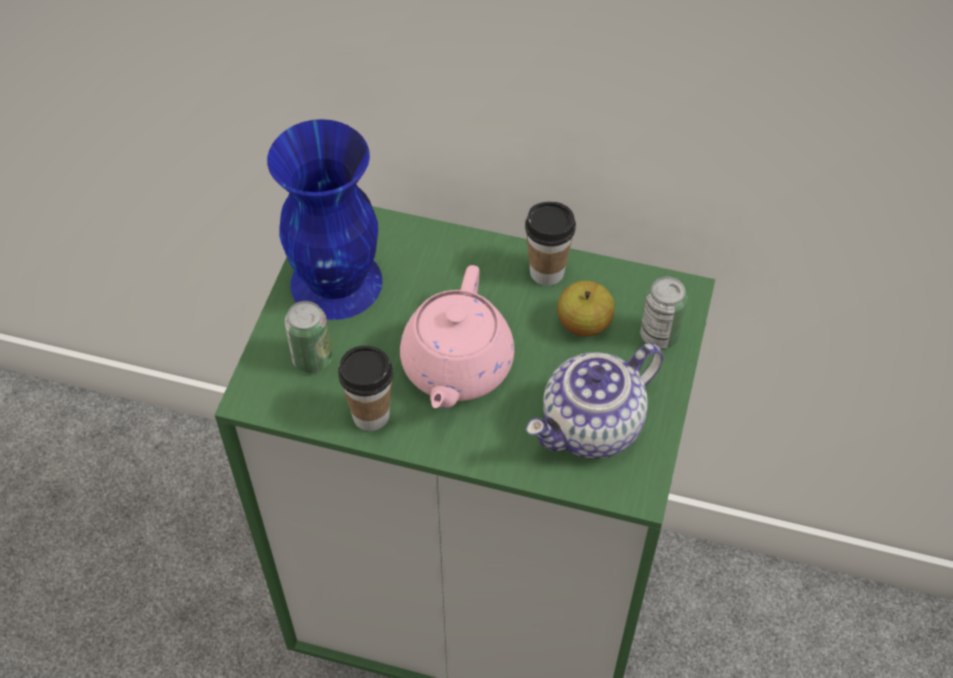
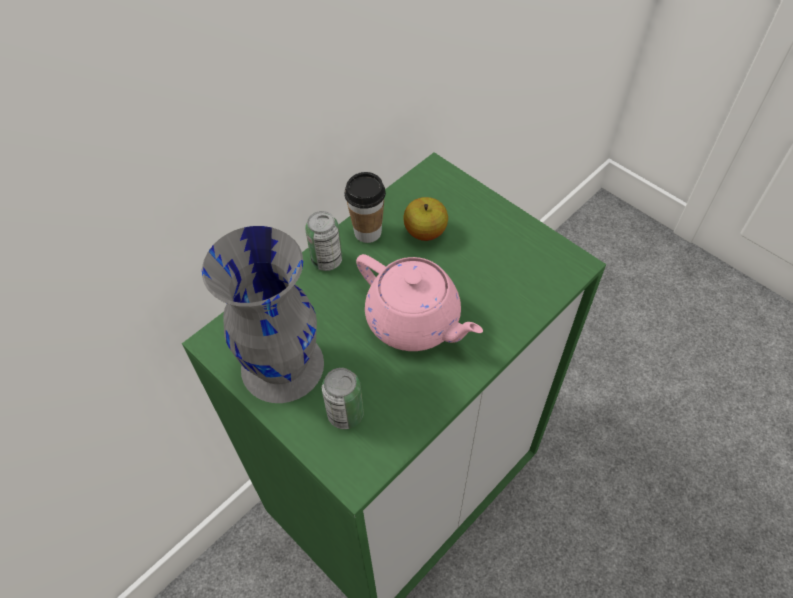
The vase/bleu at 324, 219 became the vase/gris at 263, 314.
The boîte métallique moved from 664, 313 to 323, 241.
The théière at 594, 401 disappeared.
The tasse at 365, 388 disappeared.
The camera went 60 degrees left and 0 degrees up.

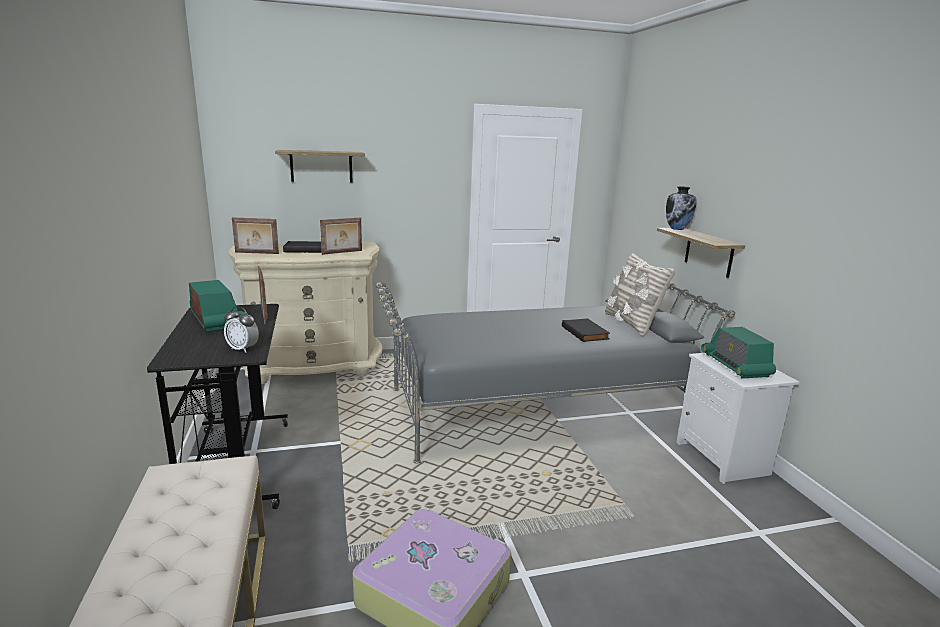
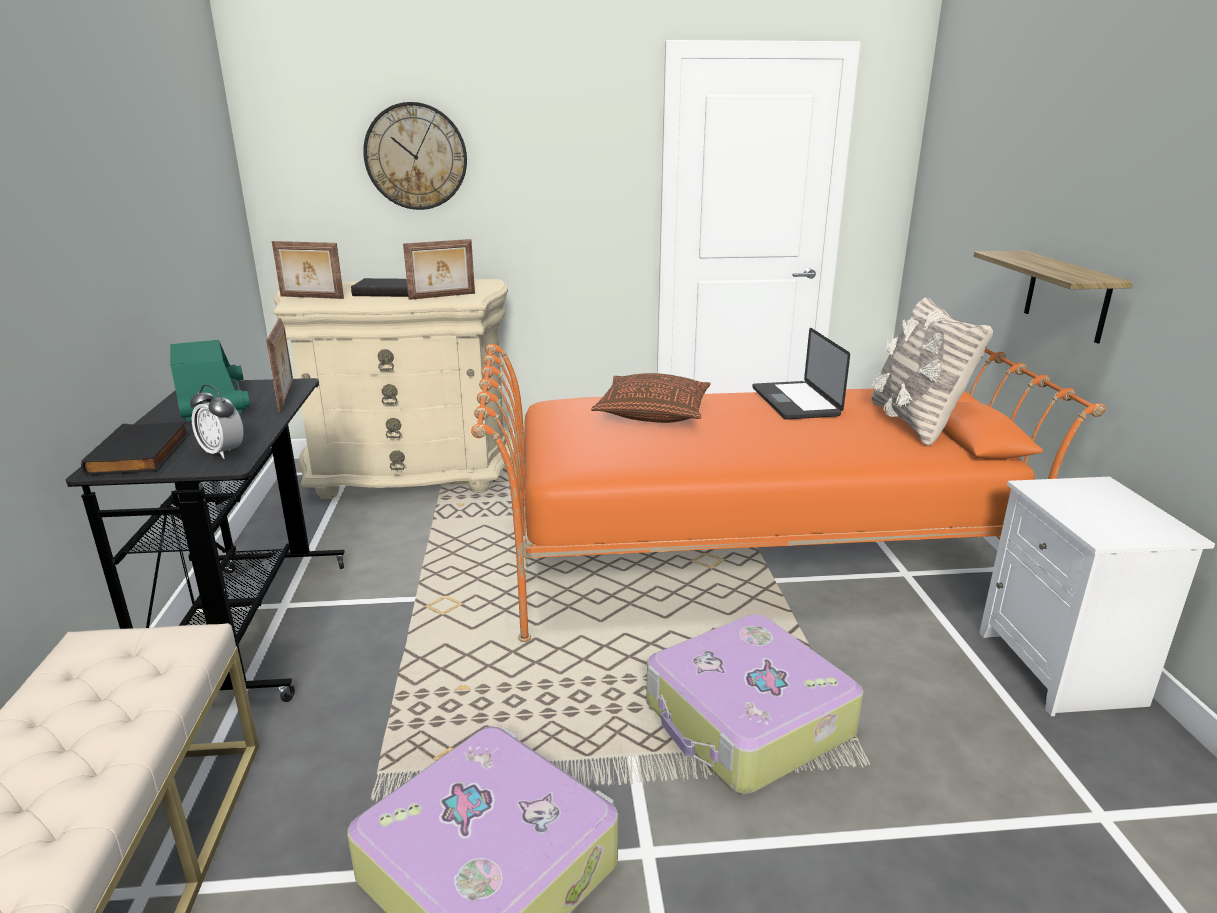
The étagère at 320, 166 was replaced by the horloge murale at 415, 156.
The vase at 681, 208 disappeared.
The lit/gris at 555, 373 became the lit/orange at 788, 493.
The livre/noir moved from 586, 330 to 135, 448.
The radio at 738, 352 disappeared.
The ordinateur portable at 801, 374 appeared.
The coussin/marron at 651, 398 appeared.
The valise at 755, 704 appeared.
The camera went 10 degrees right and 5 degrees up.

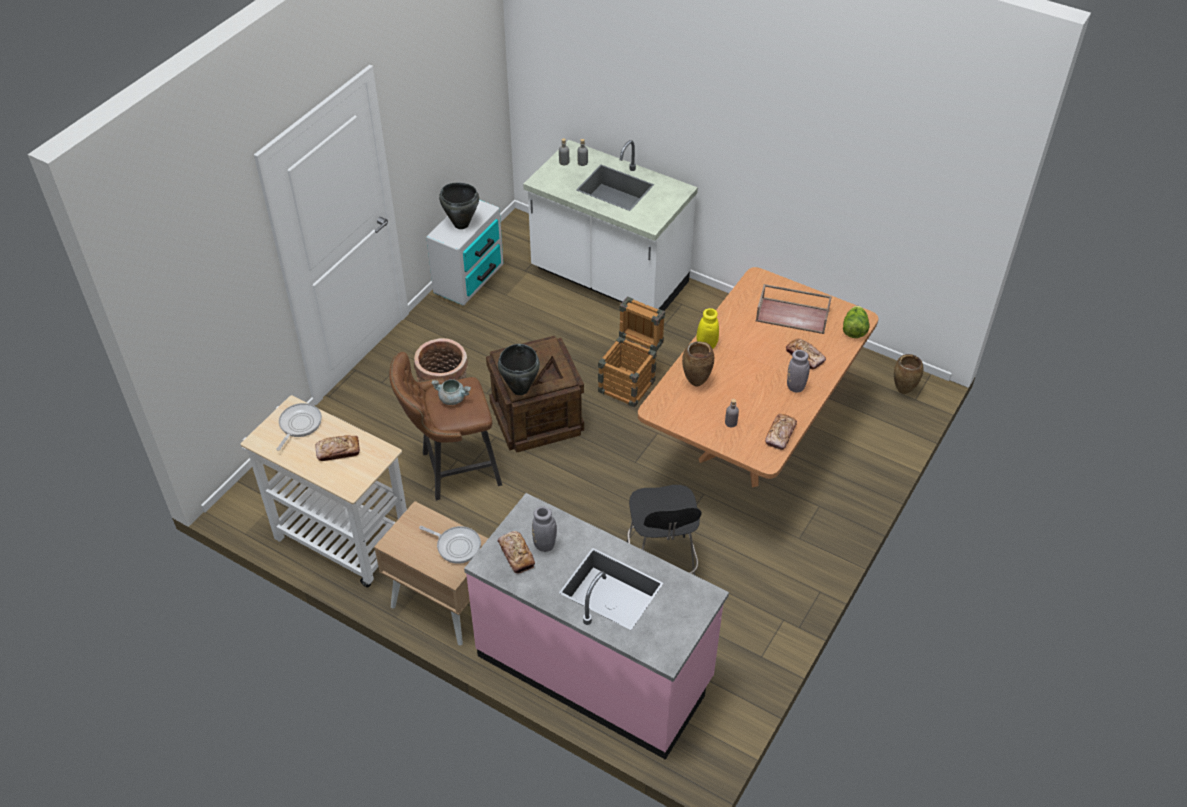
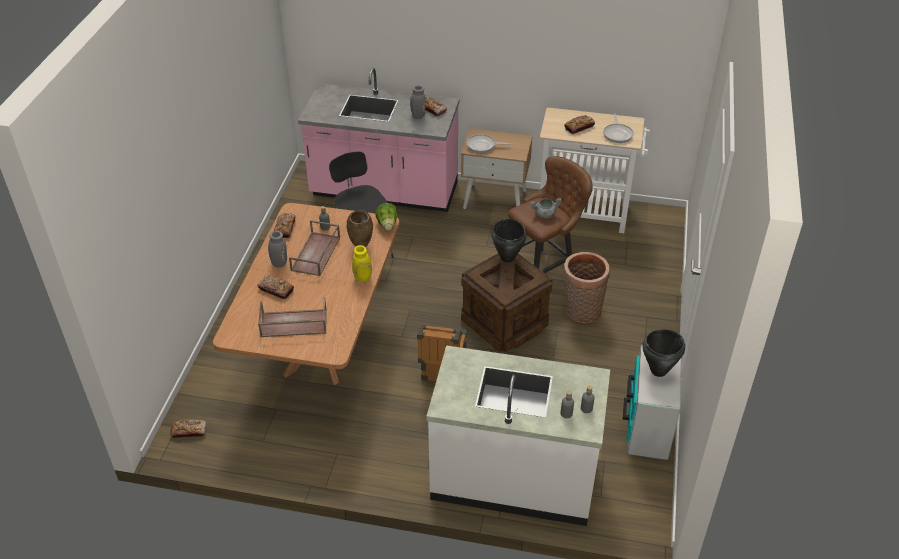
The laitue moved from 856, 322 to 386, 216.
The vase/marron at 909, 374 was replaced by the pain at 188, 428.
The plateau/marron at 314, 248 appeared.
The camera went 160 degrees right and 5 degrees down.

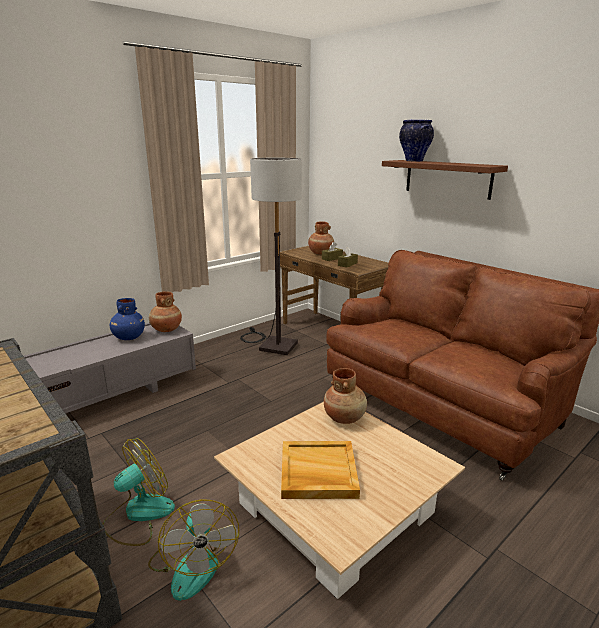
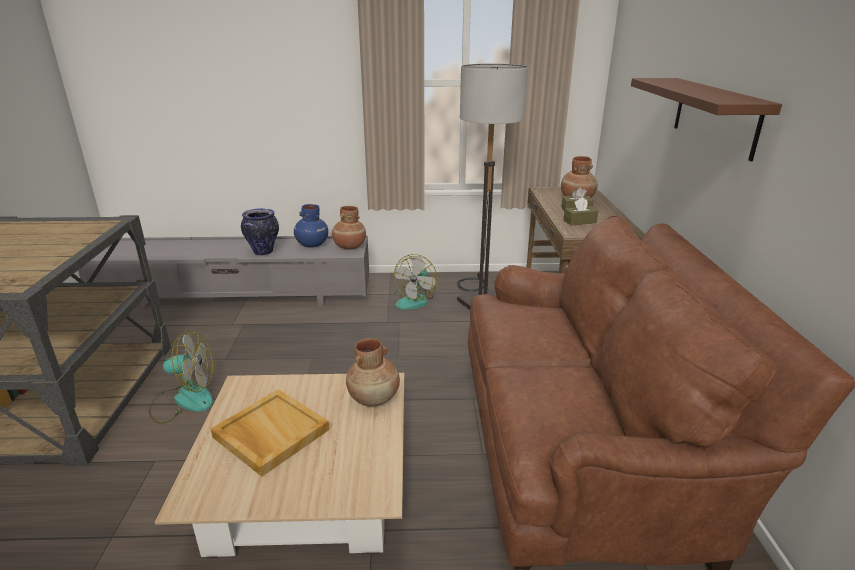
The vase moved from 416, 141 to 260, 231.
The ventilateur moved from 193, 550 to 416, 281.
The camera went 40 degrees right and 5 degrees up.

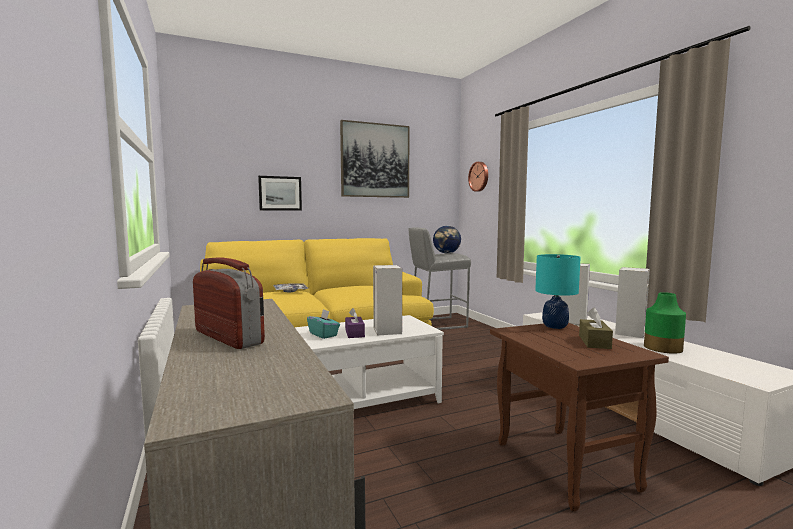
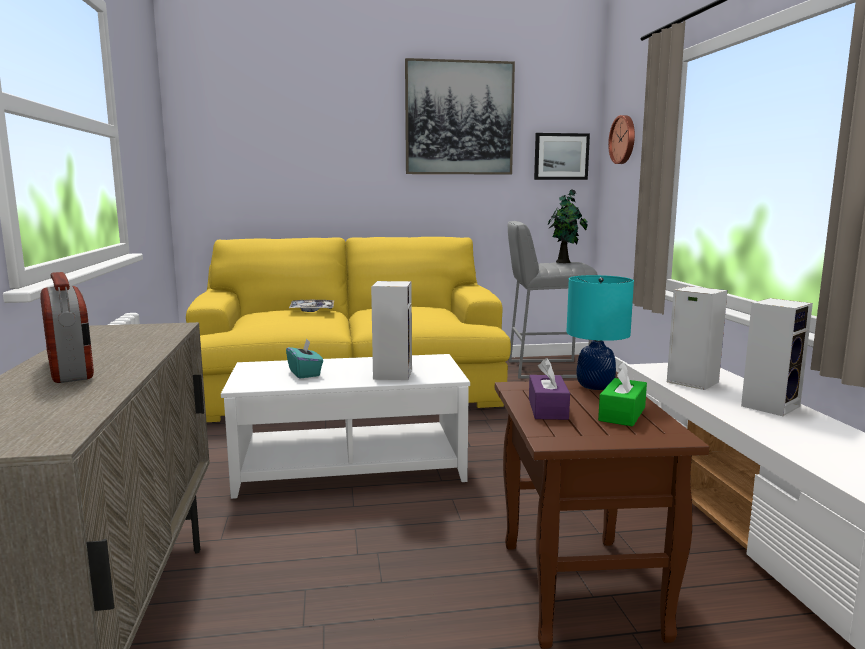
The tableau moved from 280, 193 to 562, 156.
The globe at 447, 240 was replaced by the plante en pot at 567, 226.
The vase/vert at 665, 323 disappeared.
The boîte à mouchoirs/violet moved from 355, 323 to 549, 389.
The boîte à mouchoirs/marron at 596, 328 became the boîte à mouchoirs/vert at 622, 394.
The camera went 15 degrees right and 5 degrees up.

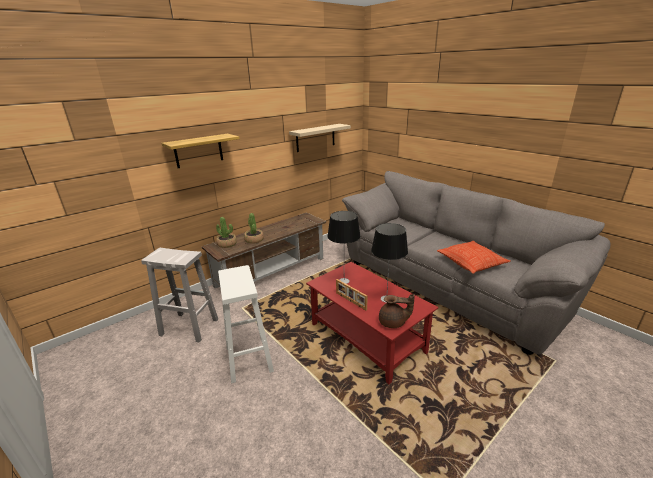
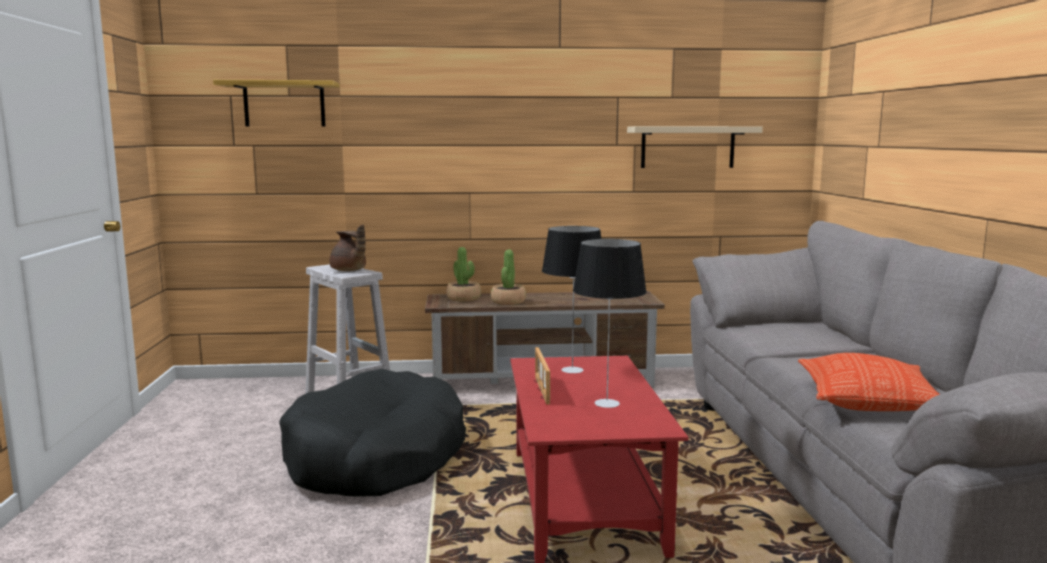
The étagère moved from 200, 151 to 276, 103.
The tabouret/blanc at 246, 324 was replaced by the panier pour chien/noir at 372, 433.
The théière/marron moved from 397, 311 to 348, 248.
The camera went 35 degrees right and 15 degrees down.

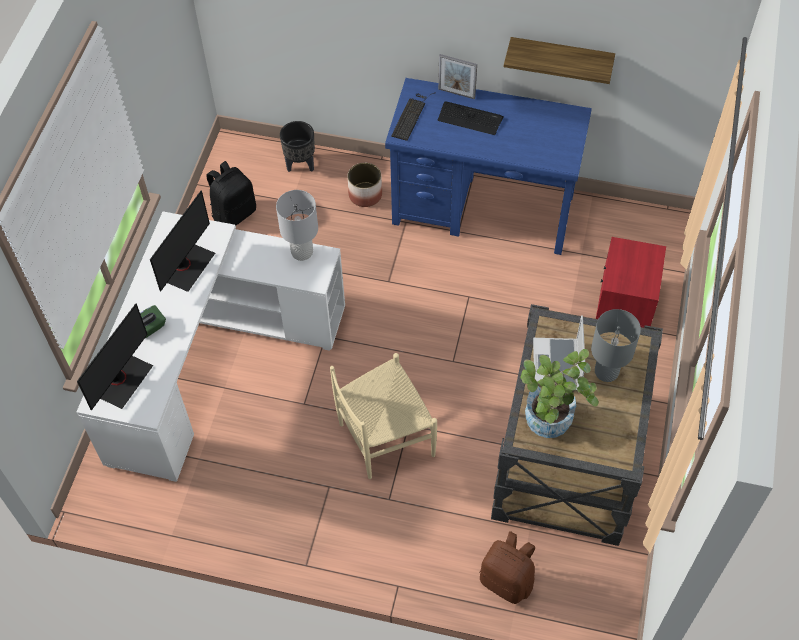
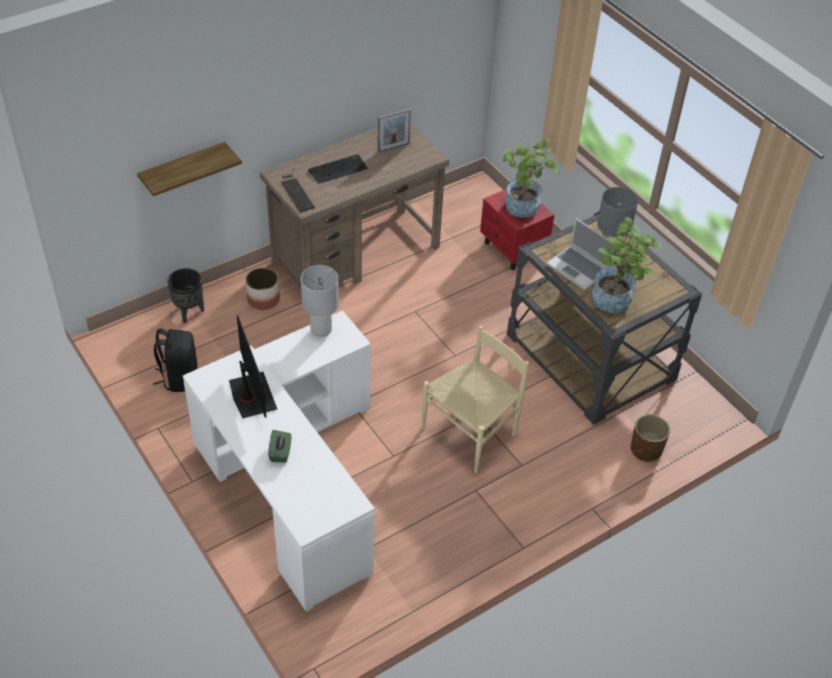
The étagère moved from 559, 60 to 189, 169.
The cadre photo moved from 457, 76 to 394, 130.
The bureau/bleu at 488, 166 became the bureau/marron at 354, 206.
The écran d'ordinateur at 115, 357 disappeared.
The chaise/beige at 383, 416 turned 150 degrees counterclockwise.
The sac à dos/marron at 507, 567 was replaced by the cache-pot/marron at 650, 438.
The plante en pot at 531, 178 appeared.
The camera went 50 degrees left and 10 degrees down.

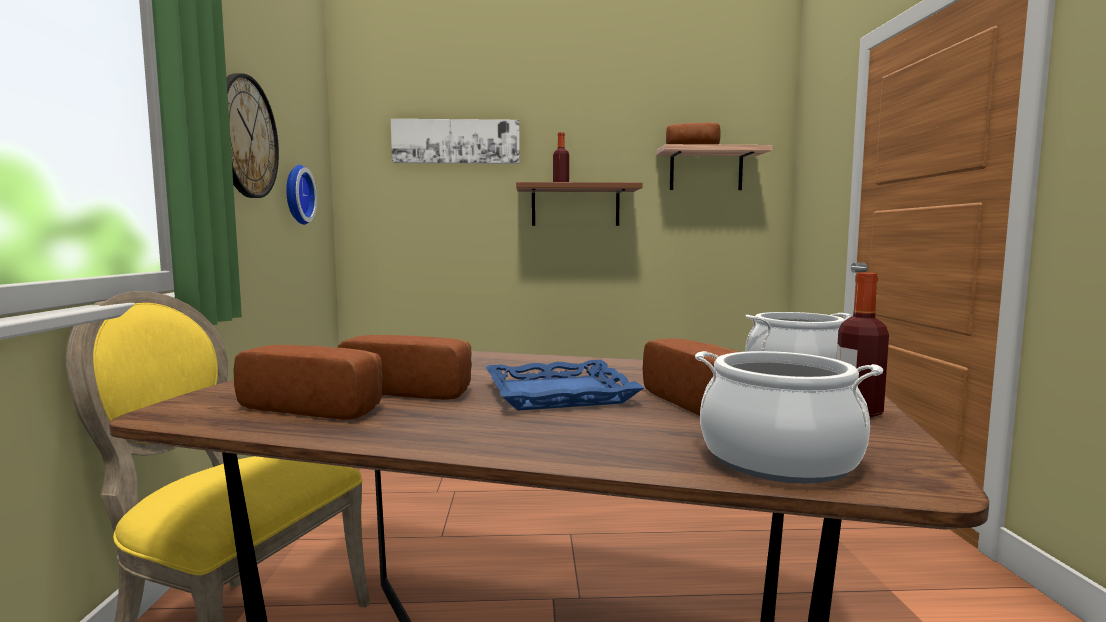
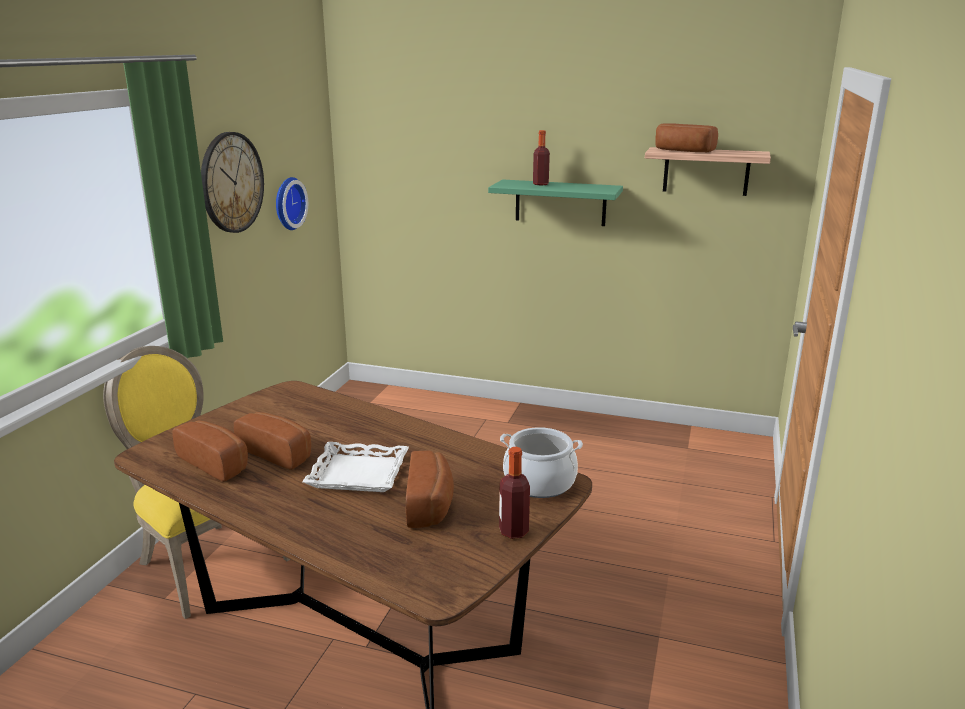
The tableau at 455, 141 disappeared.
The étagère/marron at 579, 204 became the étagère/vert at 555, 202.
The marmite at 789, 417 disappeared.
The plateau/bleu at 564, 385 became the plateau/blanc at 355, 467.
The camera went 20 degrees right and 15 degrees up.

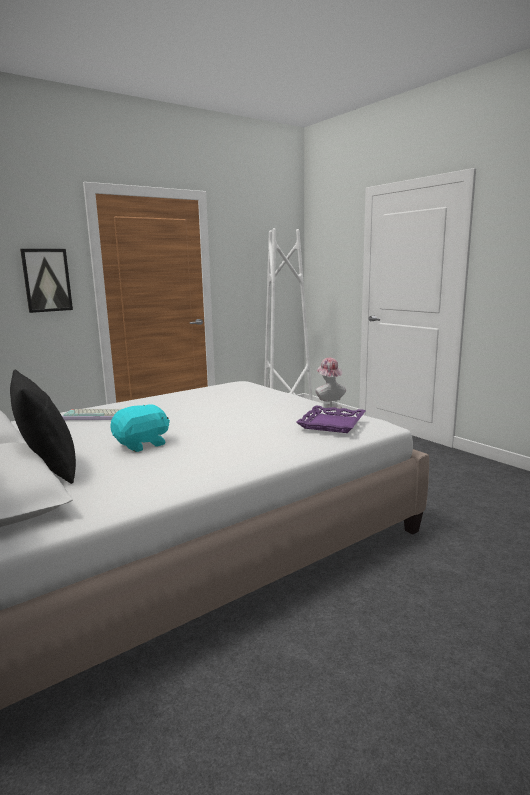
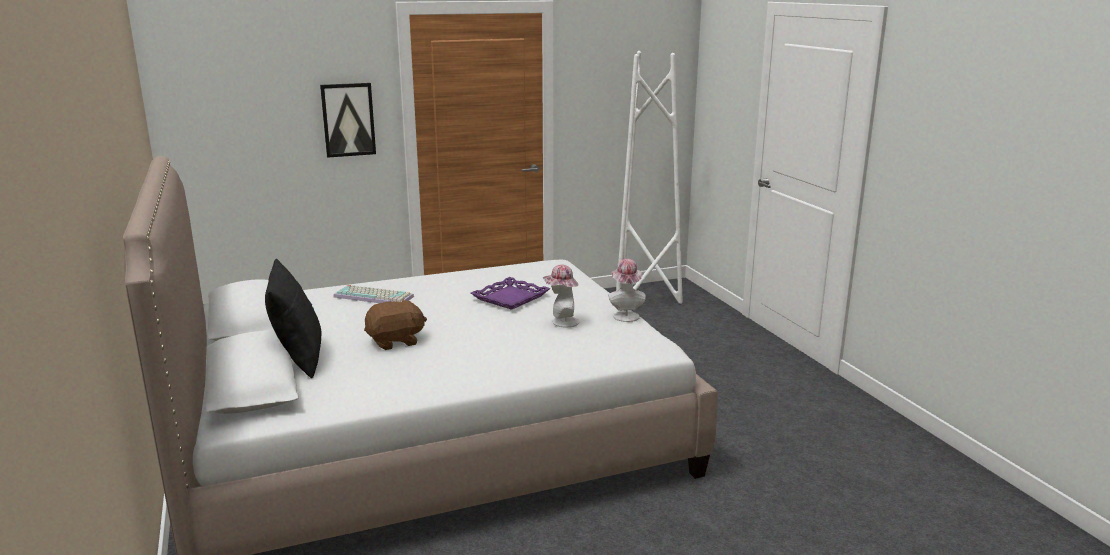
The peluche/turquoise at 140, 428 became the peluche/marron at 395, 324.
The plateau/violet moved from 331, 419 to 510, 293.
The chapeau at 561, 295 appeared.
The camera went 15 degrees right and 5 degrees up.

